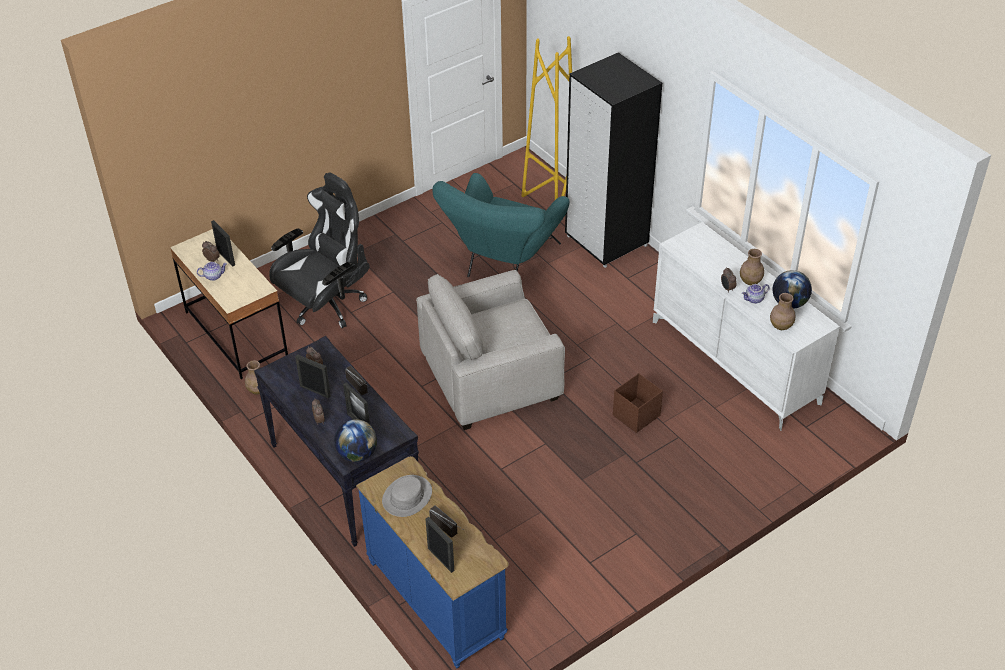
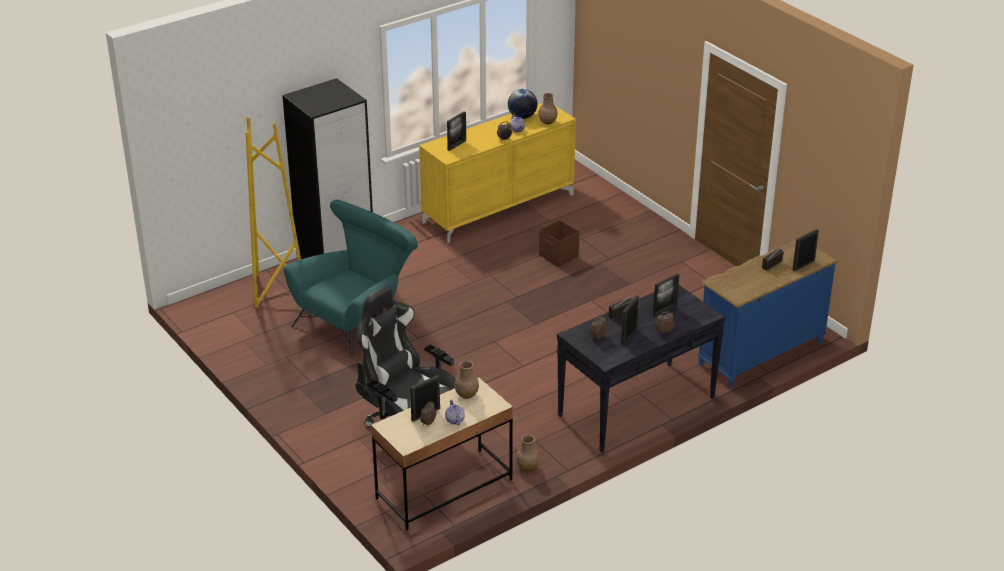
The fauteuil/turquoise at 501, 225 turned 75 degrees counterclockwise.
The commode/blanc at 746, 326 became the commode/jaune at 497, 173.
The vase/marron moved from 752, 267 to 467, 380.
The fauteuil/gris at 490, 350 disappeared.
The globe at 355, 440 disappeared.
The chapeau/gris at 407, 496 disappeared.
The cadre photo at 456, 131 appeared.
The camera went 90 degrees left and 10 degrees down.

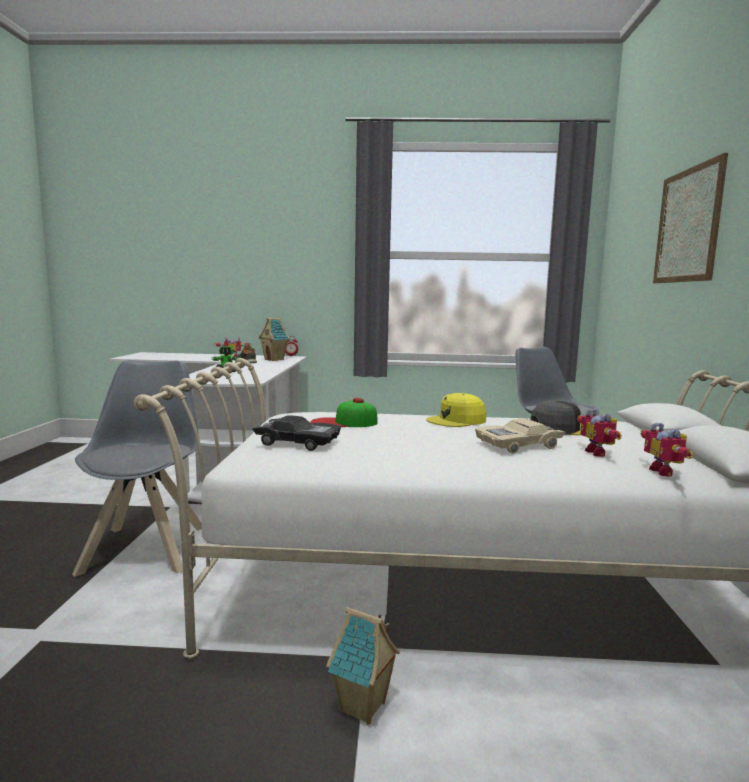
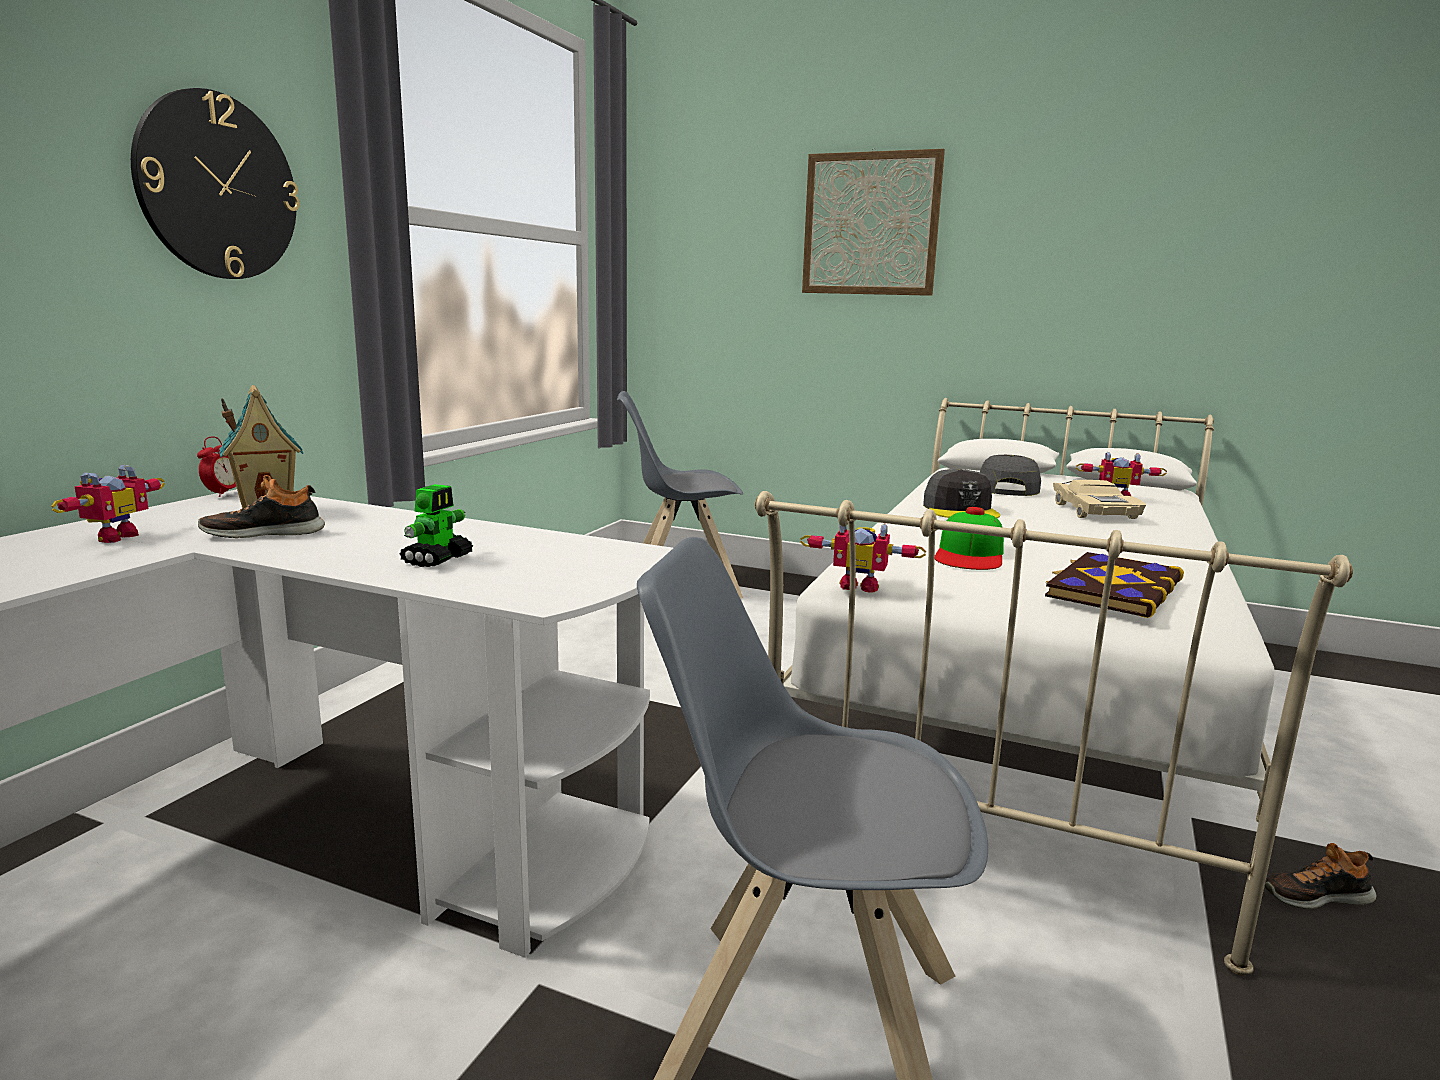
The casquette/jaune at 456, 410 became the casquette/gris at 961, 493.
The petite voiture/noir at 296, 433 was replaced by the livre at 1114, 585.
The robot jouet moved from 666, 450 to 863, 558.
The maison miniature at 363, 666 disappeared.
The horloge murale at 215, 183 appeared.
The chaussure at 1320, 876 appeared.
The camera went 70 degrees left and 5 degrees up.

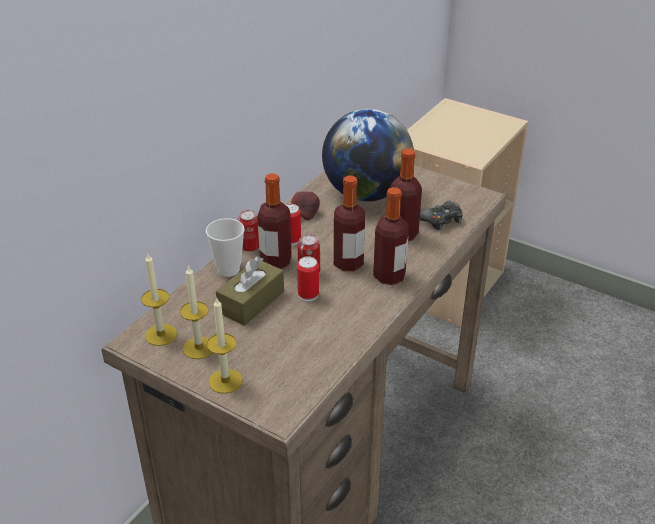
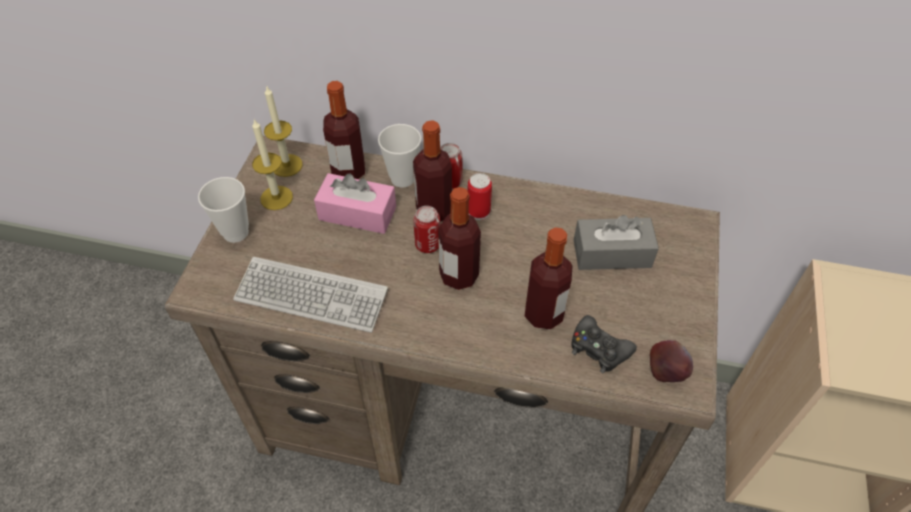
The globe at 368, 155 was replaced by the boîte à mouchoirs/gris at 616, 242.
The bouteille moved from 391, 236 to 344, 130.
The pomme moved from 305, 205 to 671, 361.
The boîte à mouchoirs/marron at 250, 291 became the boîte à mouchoirs/rose at 355, 203.
The boîte métallique at 308, 278 disappeared.
The bougie at 224, 346 was replaced by the tasse at 223, 210.
The clavier at 310, 295 appeared.
The camera went 70 degrees right and 15 degrees up.

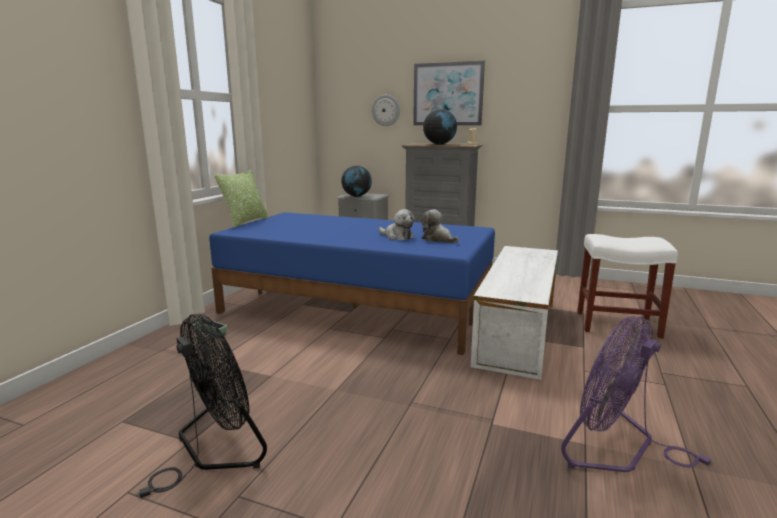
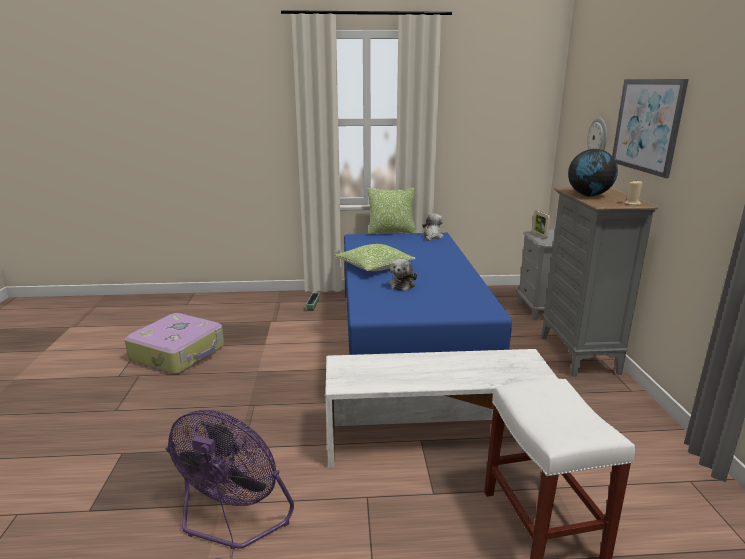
The globe at 356, 181 was replaced by the cadre photo at 541, 225.
The peluche moved from 440, 226 to 432, 227.
The ventilateur/noir at 201, 406 was replaced by the valise at 174, 343.
The coussin at 375, 257 appeared.
The camera went 65 degrees right and 5 degrees up.

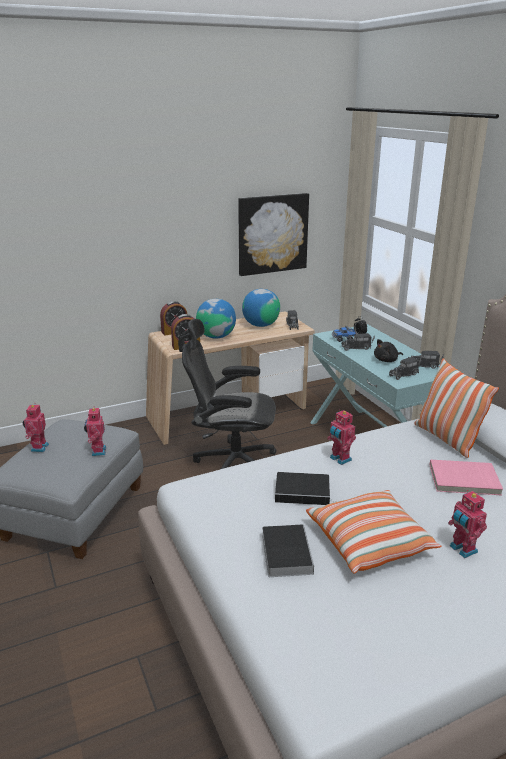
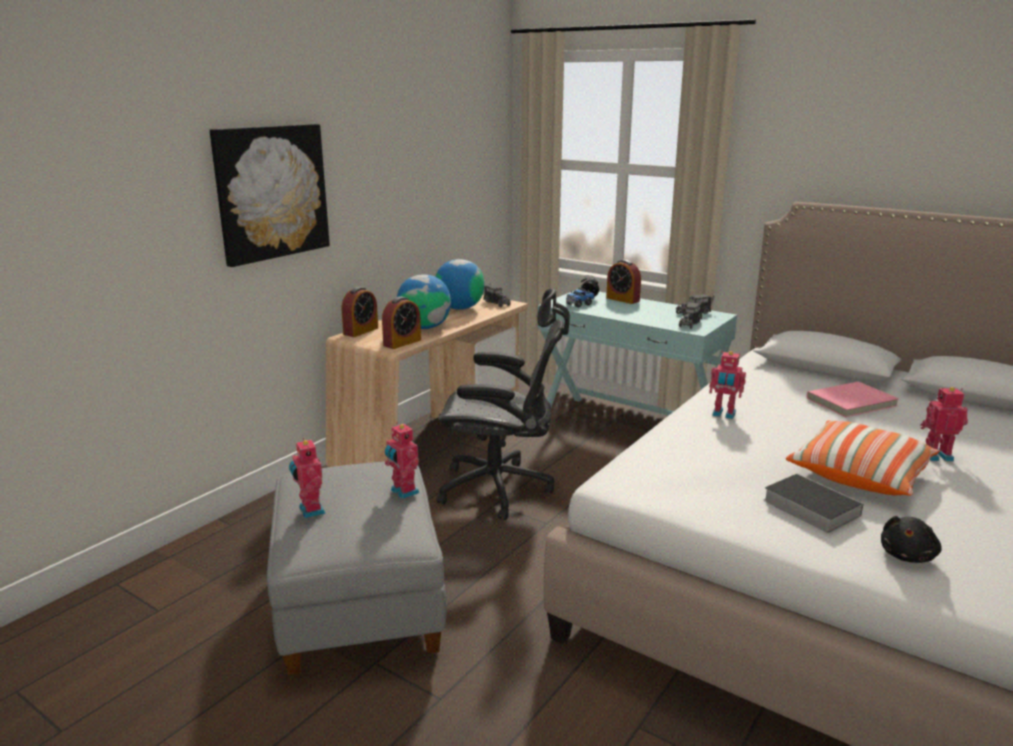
The tableau moved from 273, 234 to 270, 195.
The chaise de bureau at 227, 394 turned 150 degrees counterclockwise.
The camion jouet at 358, 342 disappeared.
The peluche/noir moved from 388, 350 to 911, 539.
The coussin at 456, 408 disappeared.
The livre at 305, 488 disappeared.
The robot jouet at 467, 524 turned 150 degrees clockwise.
The réveil at 623, 282 appeared.
The camera went 30 degrees left and 5 degrees down.

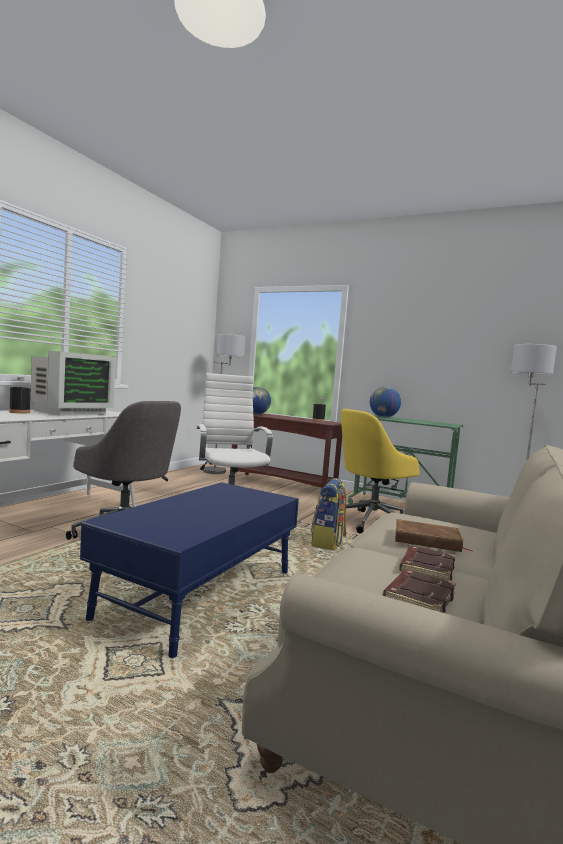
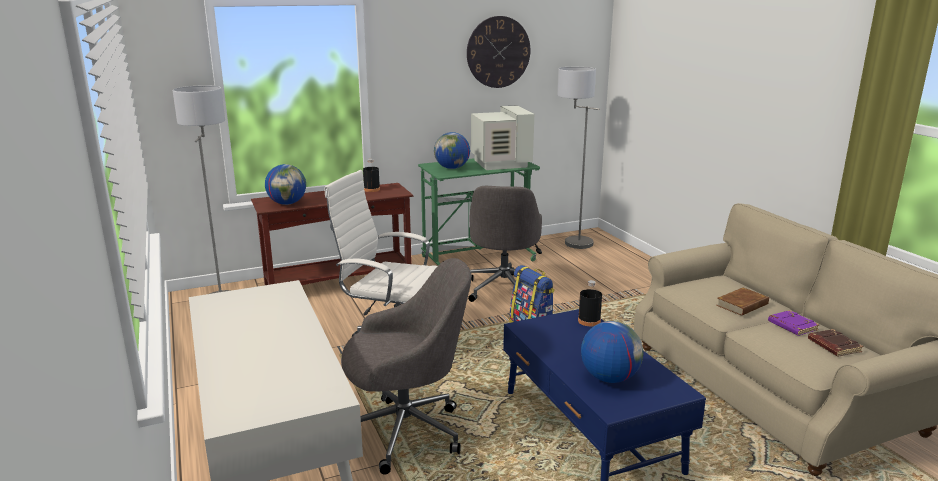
The écran d'ordinateur moved from 73, 383 to 502, 137.
The bouteille/noir moved from 19, 395 to 590, 303.
The chaise de bureau/jaune at 380, 471 became the chaise de bureau/gris at 505, 244.
The livre/marron at 427, 563 became the livre/violet at 793, 323.
The horloge murale at 499, 52 appeared.
The globe at 612, 352 appeared.
The camera went 50 degrees left and 15 degrees up.

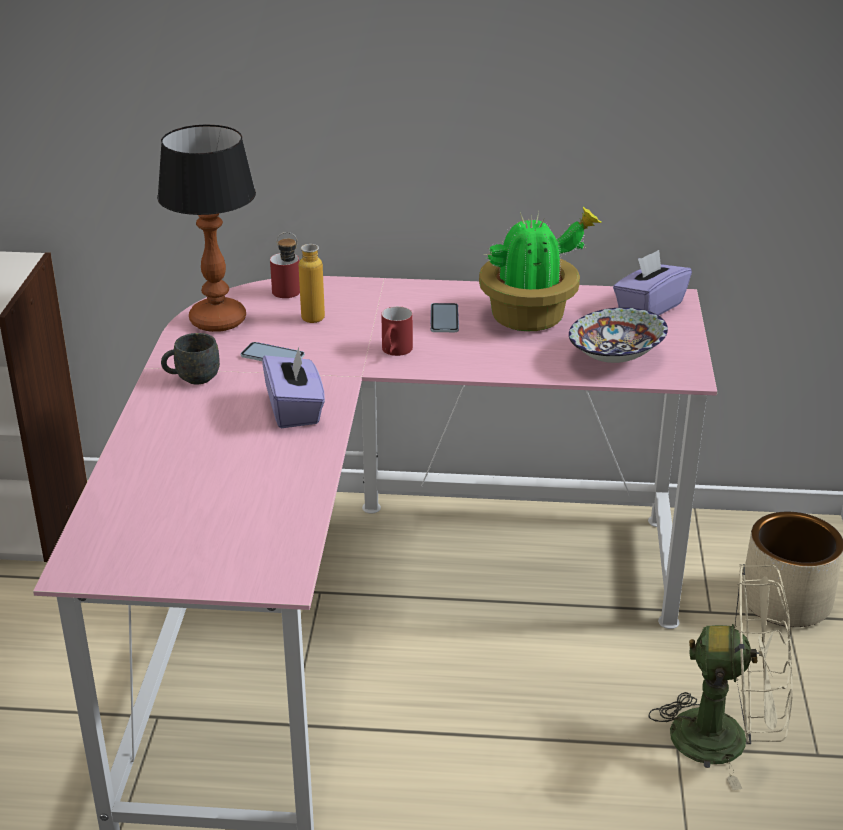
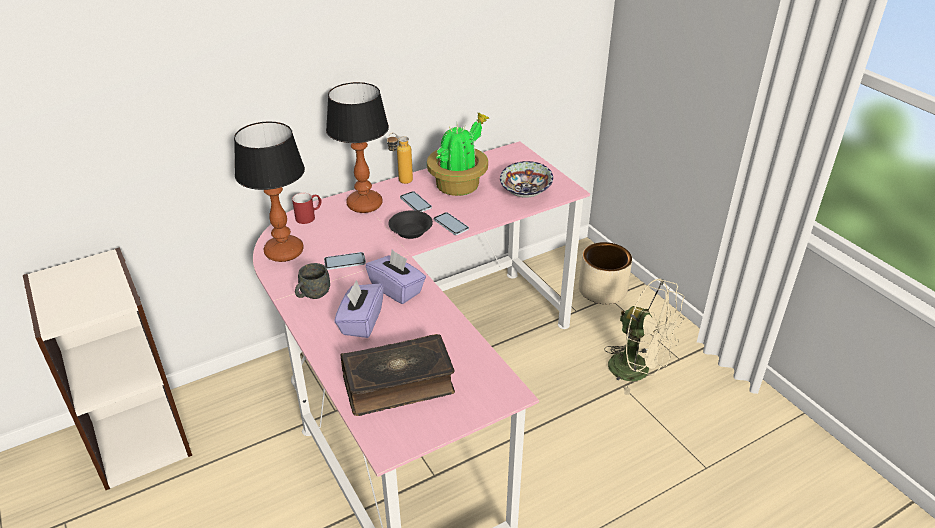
The bouteille moved from 300, 277 to 400, 158.
The boîte à mouchoirs/violet moved from 652, 282 to 359, 309.
The mug/rouge at 397, 331 was replaced by the bol/noir at 410, 224.
The ventilateur/beige at 720, 677 turned 60 degrees clockwise.
The lampe de table at 357, 147 appeared.
The téléphone at 451, 223 appeared.
The livre at 397, 375 appeared.
The camera went 35 degrees left and 5 degrees up.

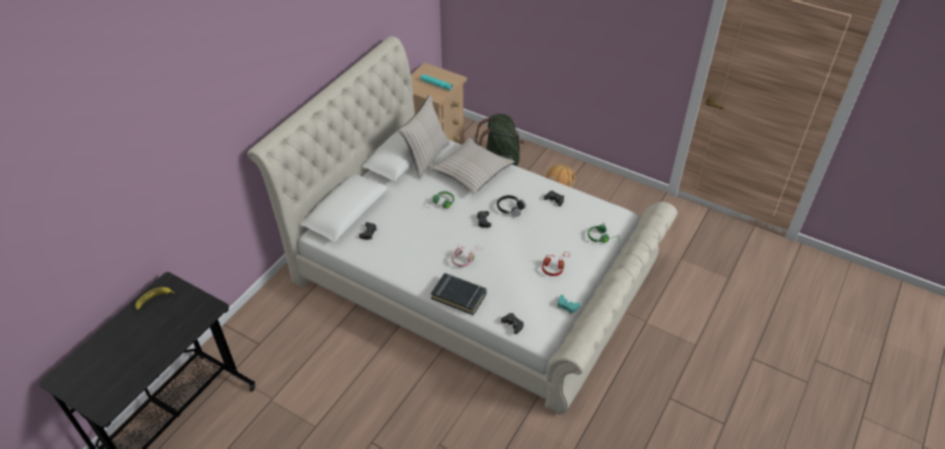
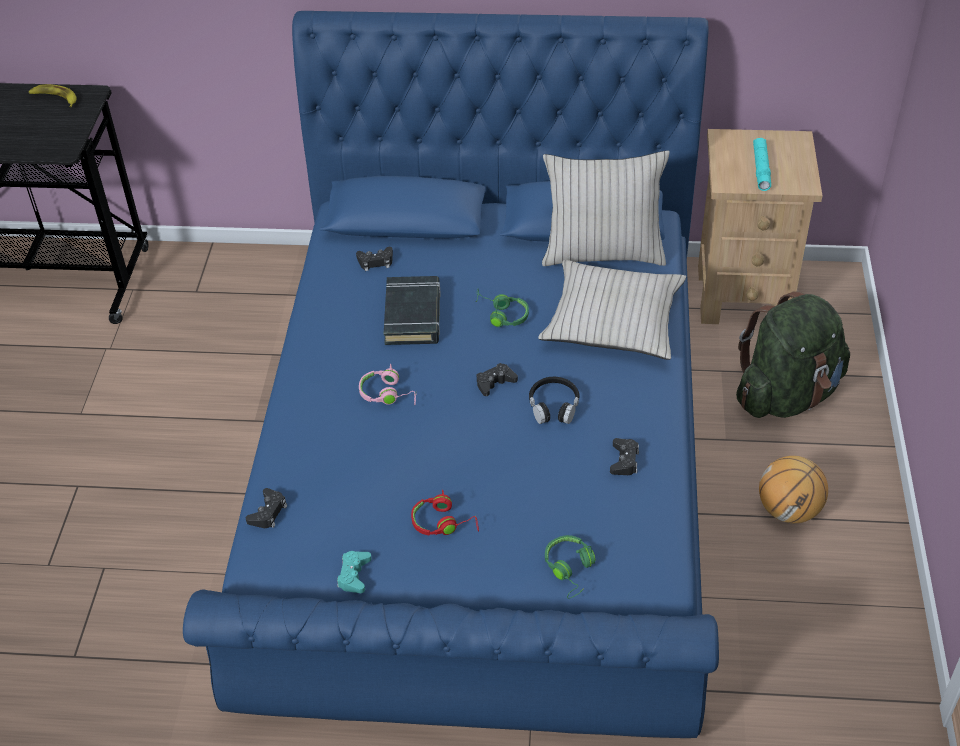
The lit/beige at 462, 225 became the lit/bleu at 451, 374.
The livre/noir moved from 458, 294 to 412, 310.
The camera went 65 degrees right and 0 degrees up.

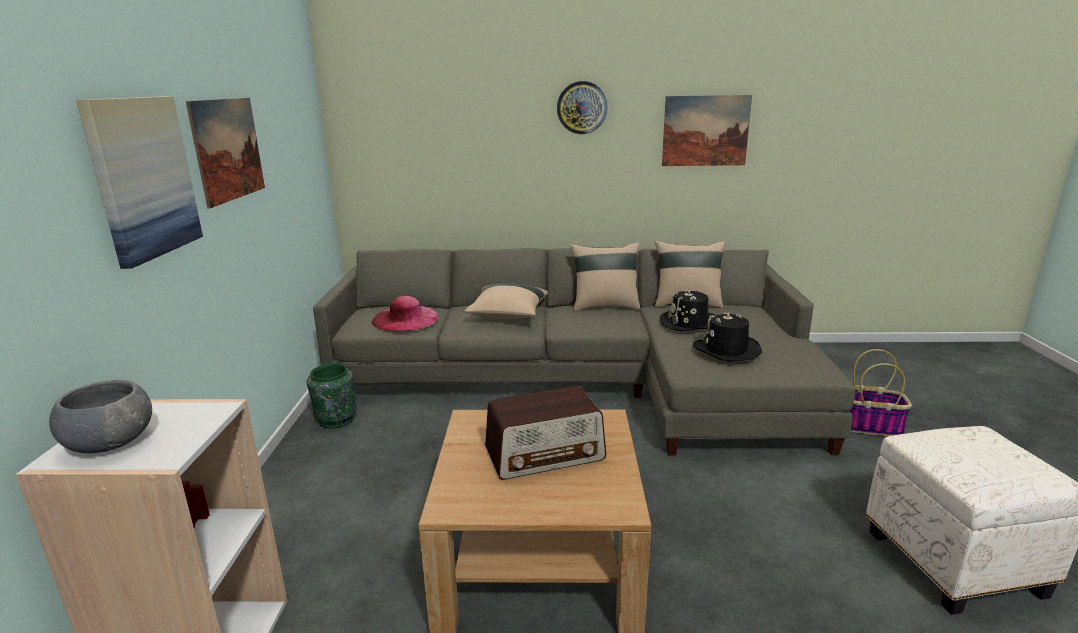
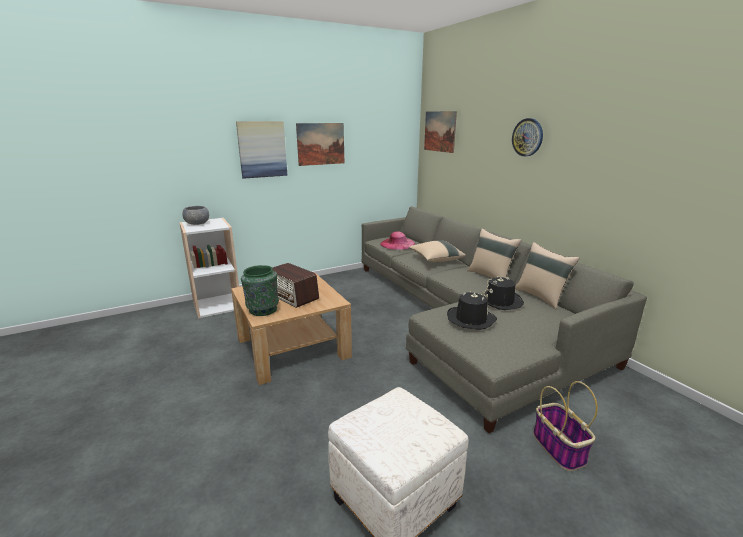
The tableau moved from 707, 130 to 440, 132.
The vase/vert moved from 331, 395 to 260, 290.
The camera went 60 degrees right and 0 degrees up.

